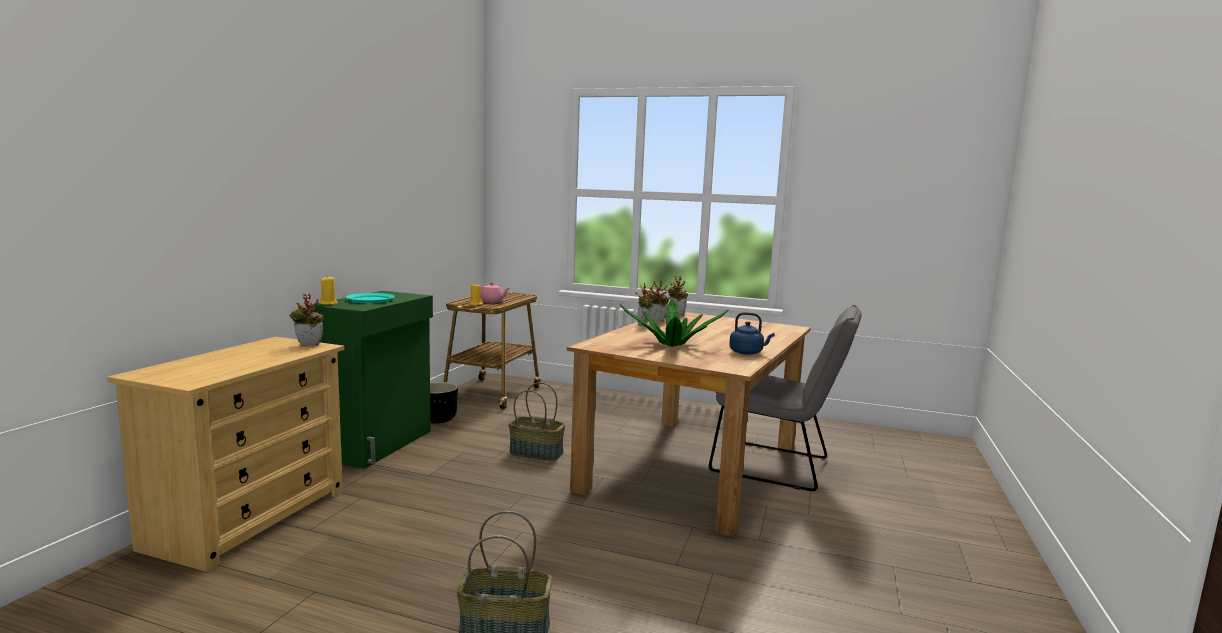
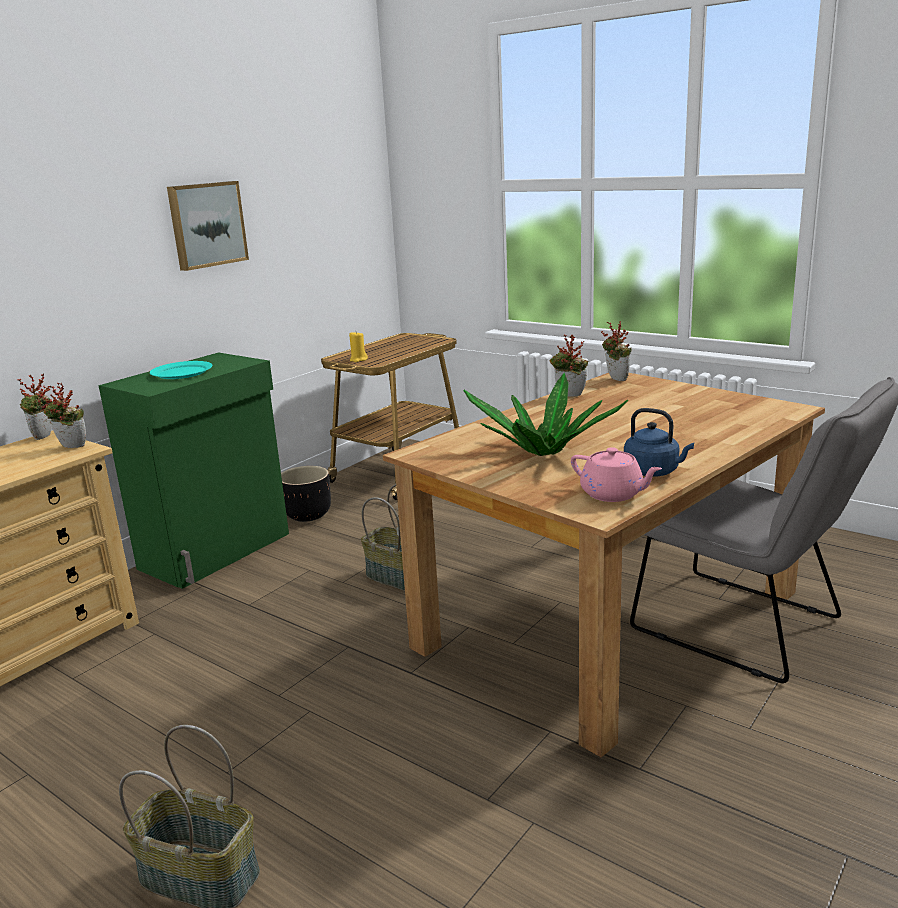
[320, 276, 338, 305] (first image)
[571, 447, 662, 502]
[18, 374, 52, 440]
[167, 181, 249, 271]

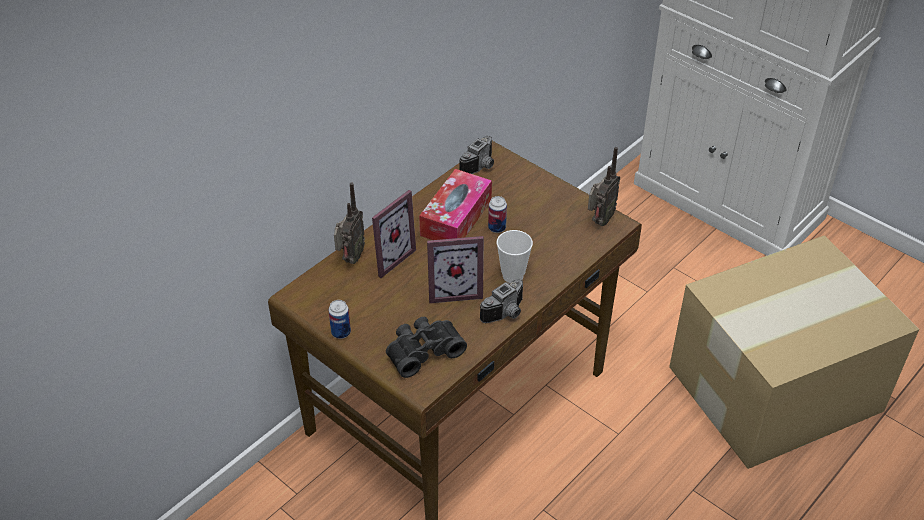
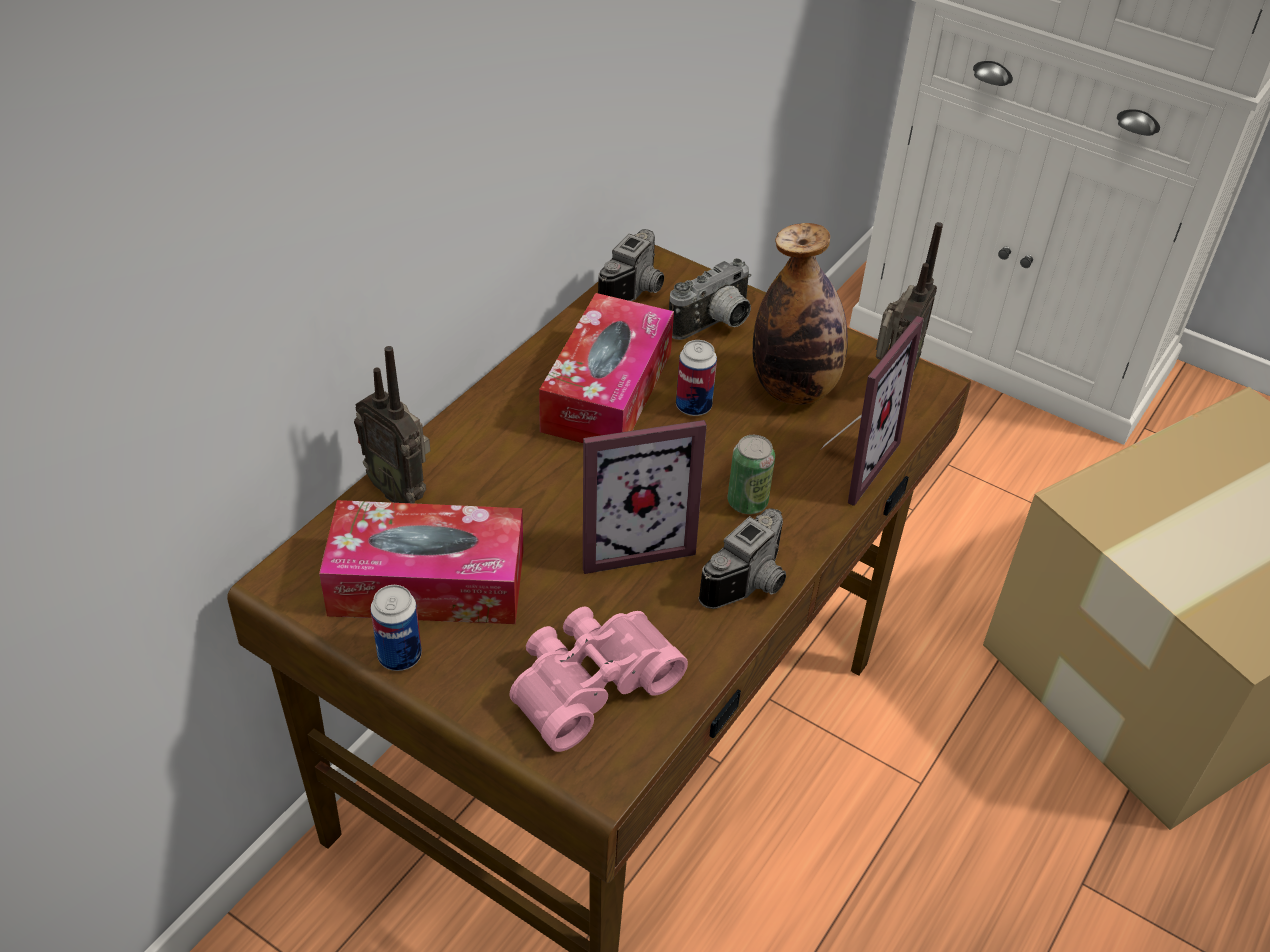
[354, 346, 430, 504]
[821, 316, 924, 506]
[728, 435, 775, 514]
[509, 606, 688, 752]
[753, 223, 848, 405]
[669, 258, 751, 340]
[319, 500, 523, 624]

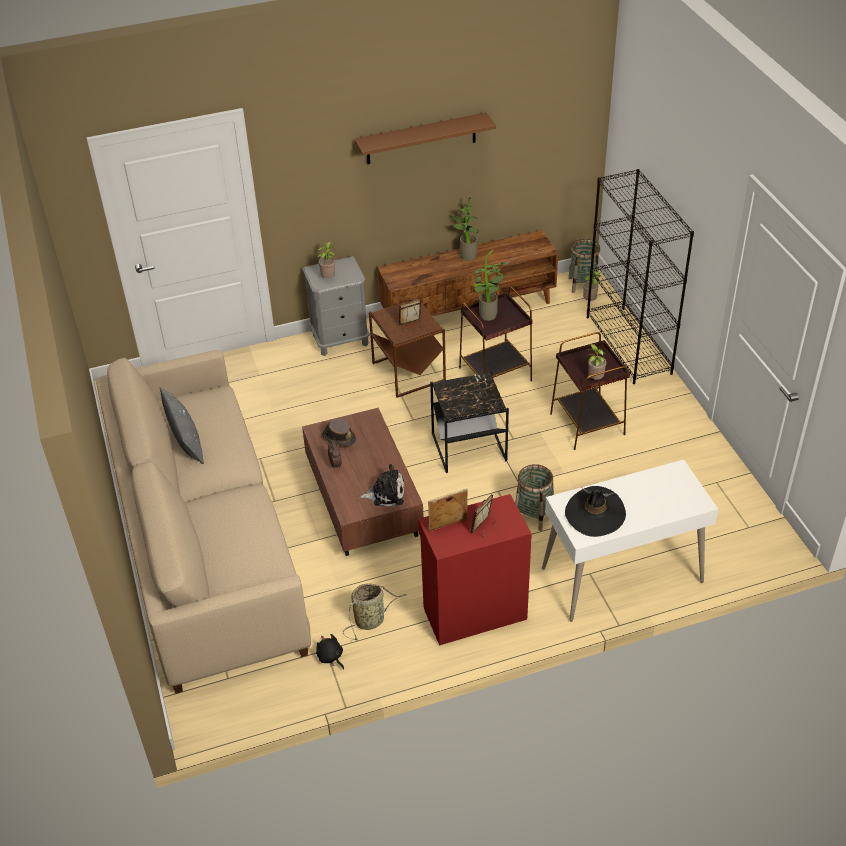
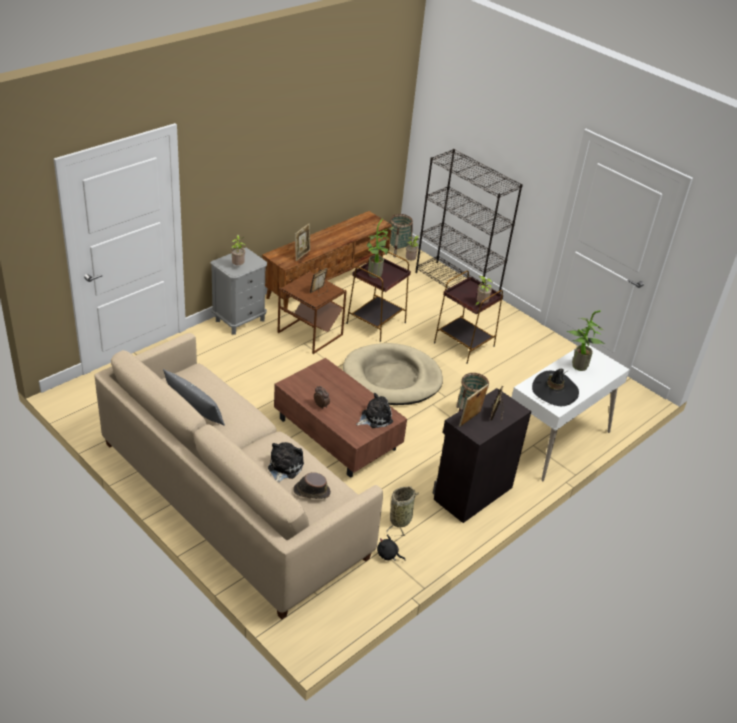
[354, 112, 496, 164] (first image)
[567, 310, 605, 371]
[343, 343, 443, 405]
[293, 472, 331, 499]
[433, 388, 531, 523]
[295, 224, 310, 261]
[268, 442, 304, 483]

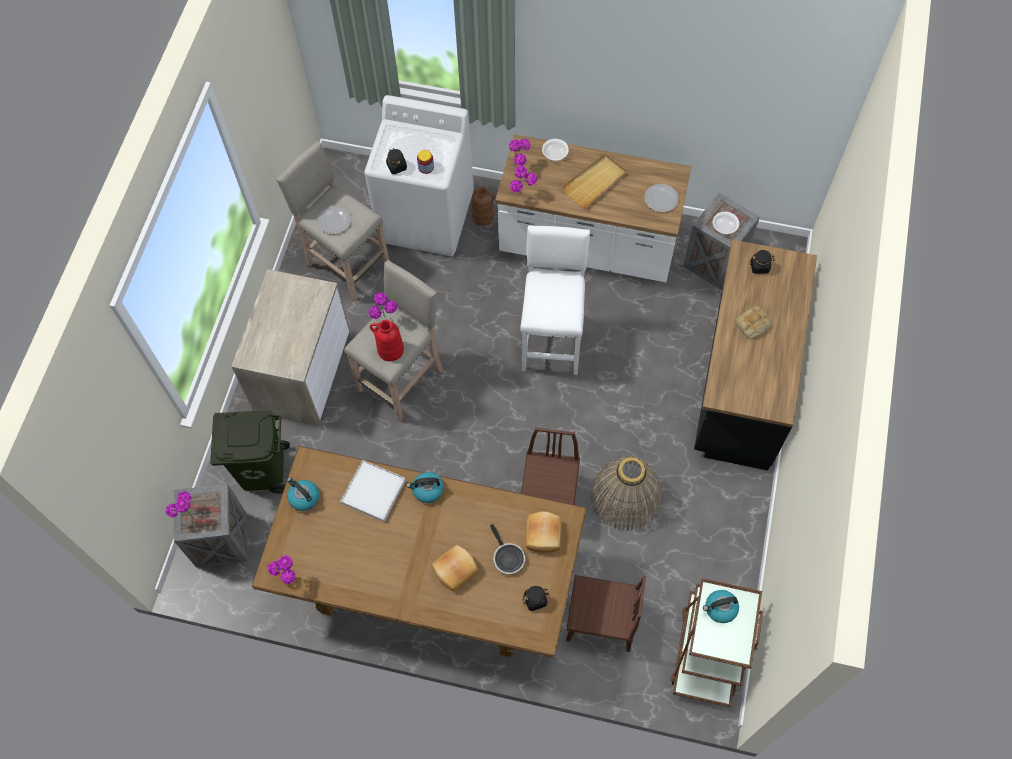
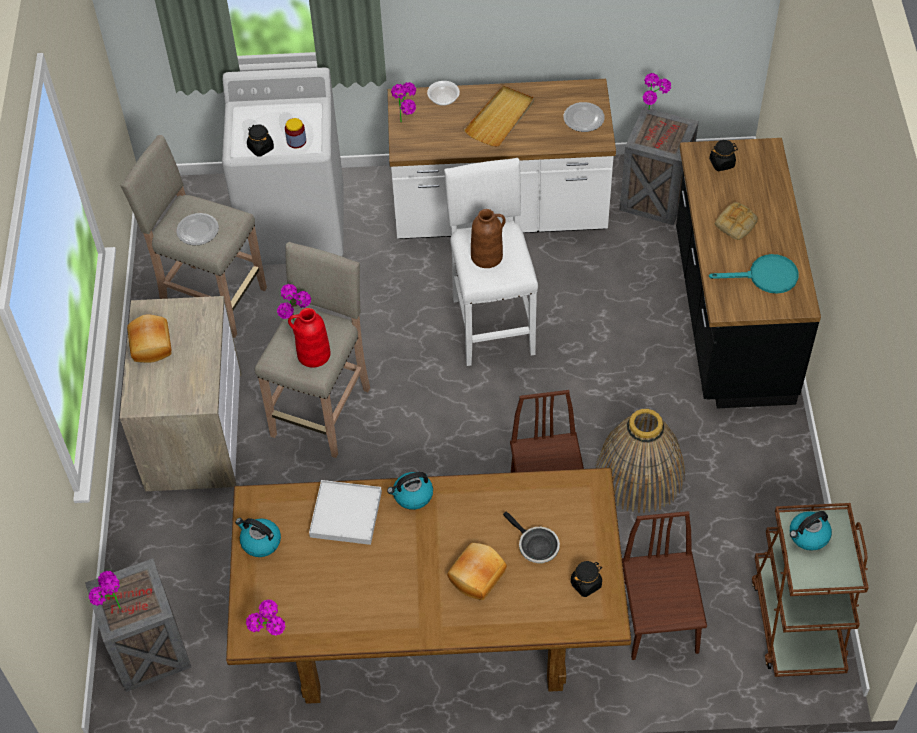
[642, 73, 671, 110]
[471, 209, 506, 268]
[713, 212, 739, 234] (first image)
[210, 410, 290, 494] (first image)
[127, 314, 171, 363]
[622, 511, 707, 660]
[709, 254, 798, 294]

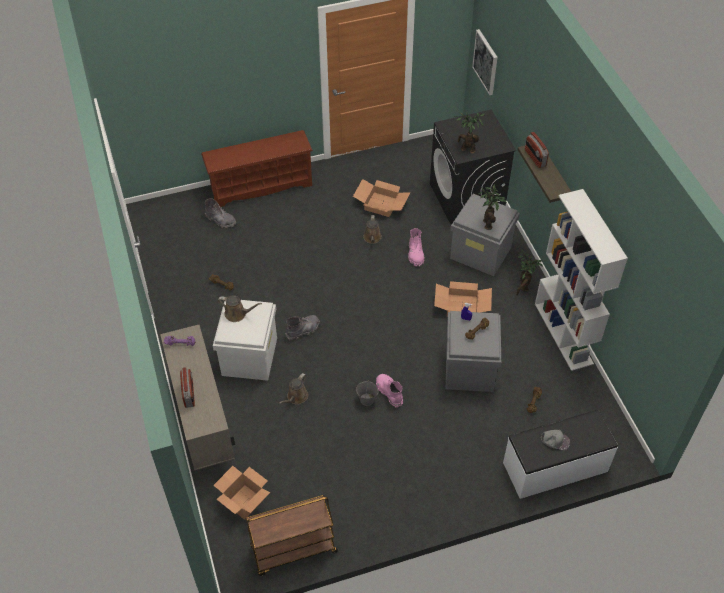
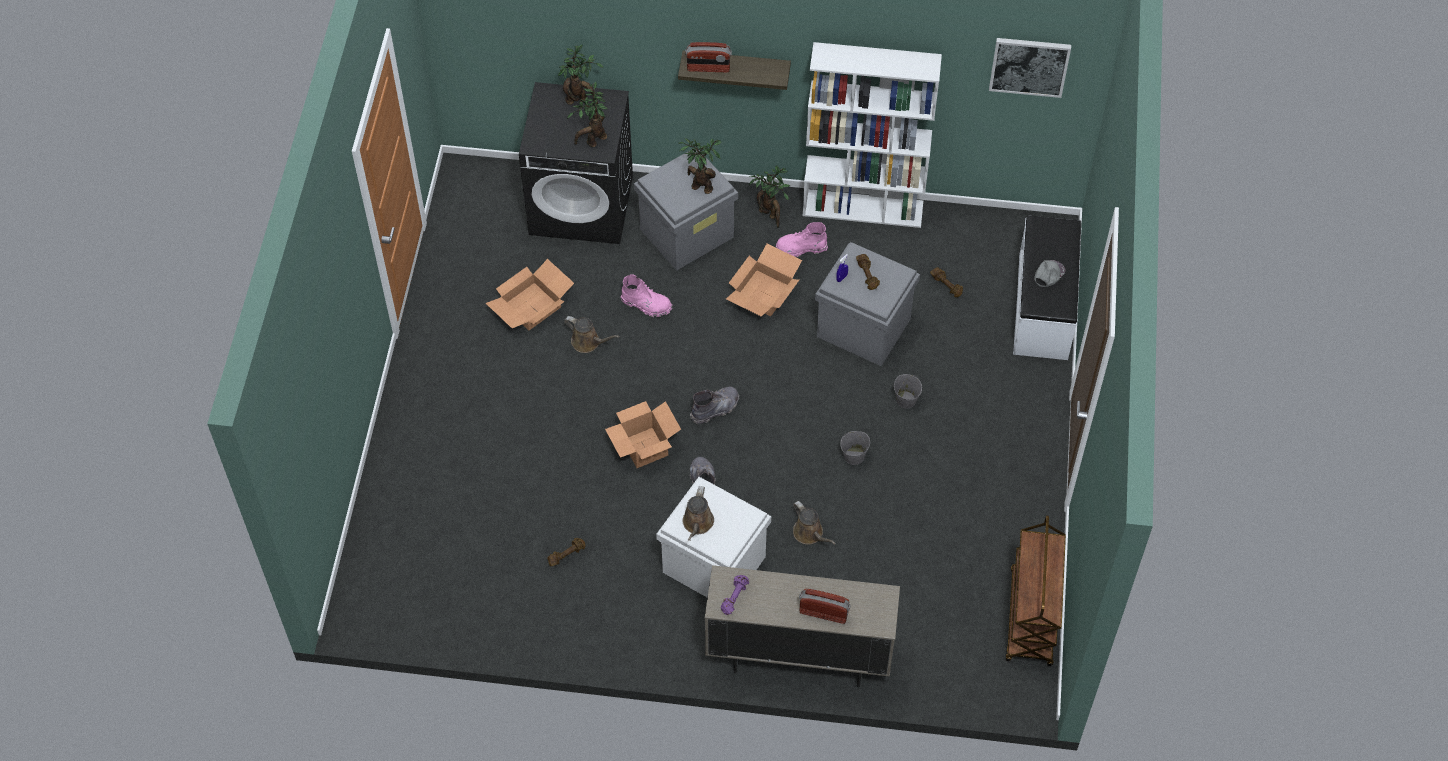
[989, 38, 1071, 98]
[201, 130, 313, 207] (first image)
[690, 387, 739, 424]
[683, 486, 714, 541]
[776, 222, 828, 257]
[605, 401, 681, 468]
[558, 45, 604, 105]
[894, 374, 922, 408]

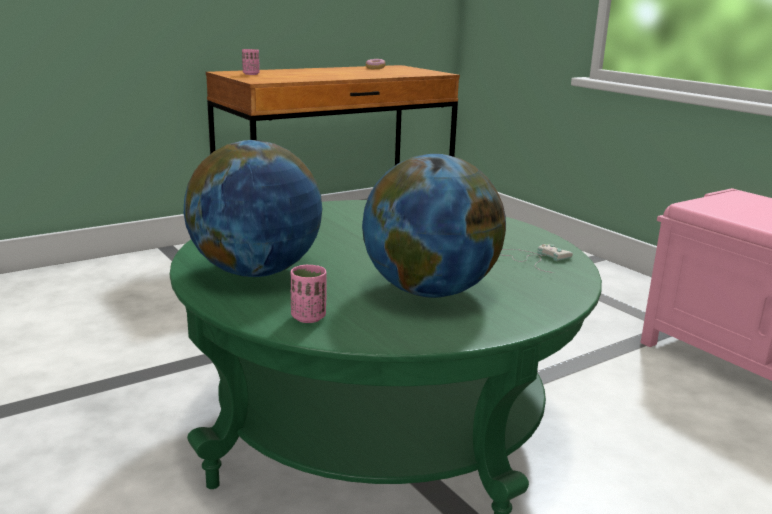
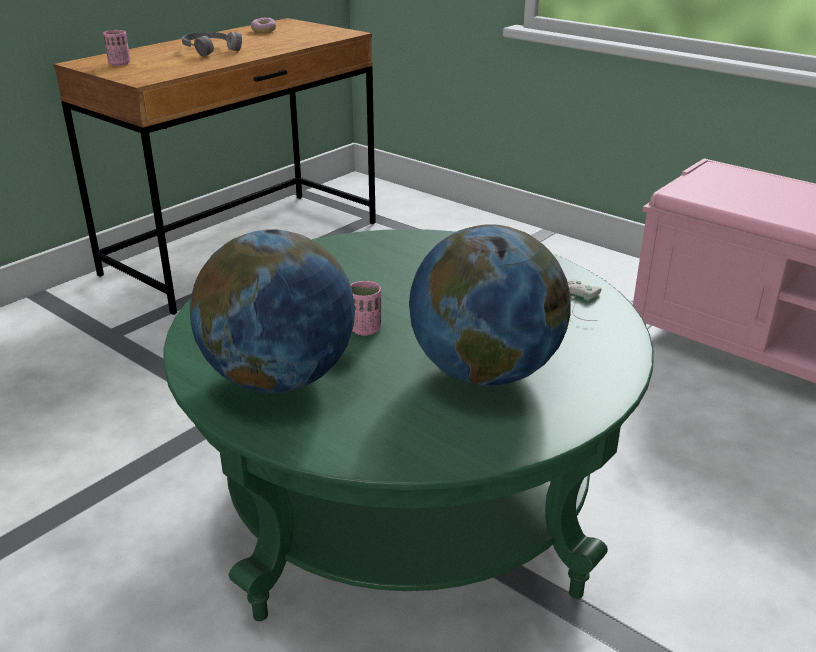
[350, 281, 381, 336]
[182, 32, 242, 57]

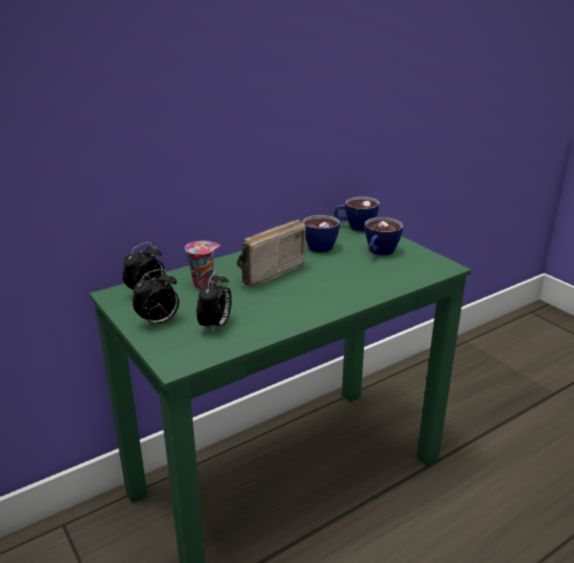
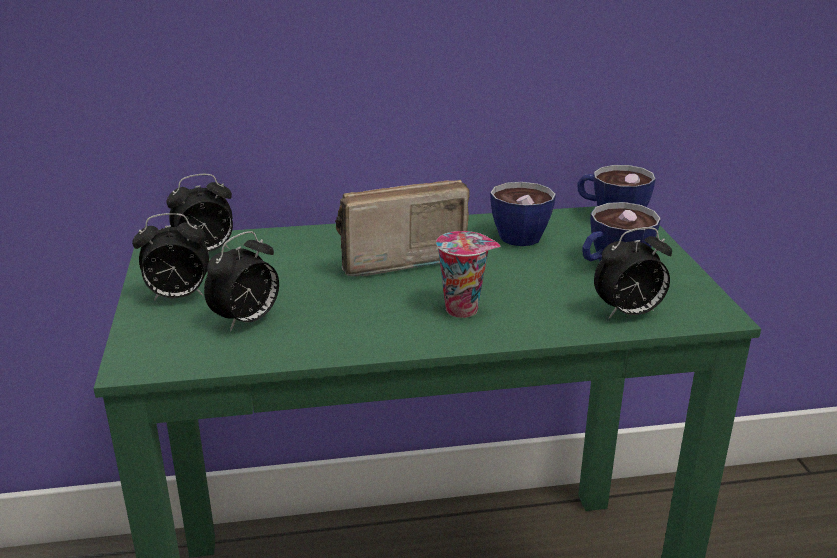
[436, 231, 500, 318]
[594, 227, 672, 319]

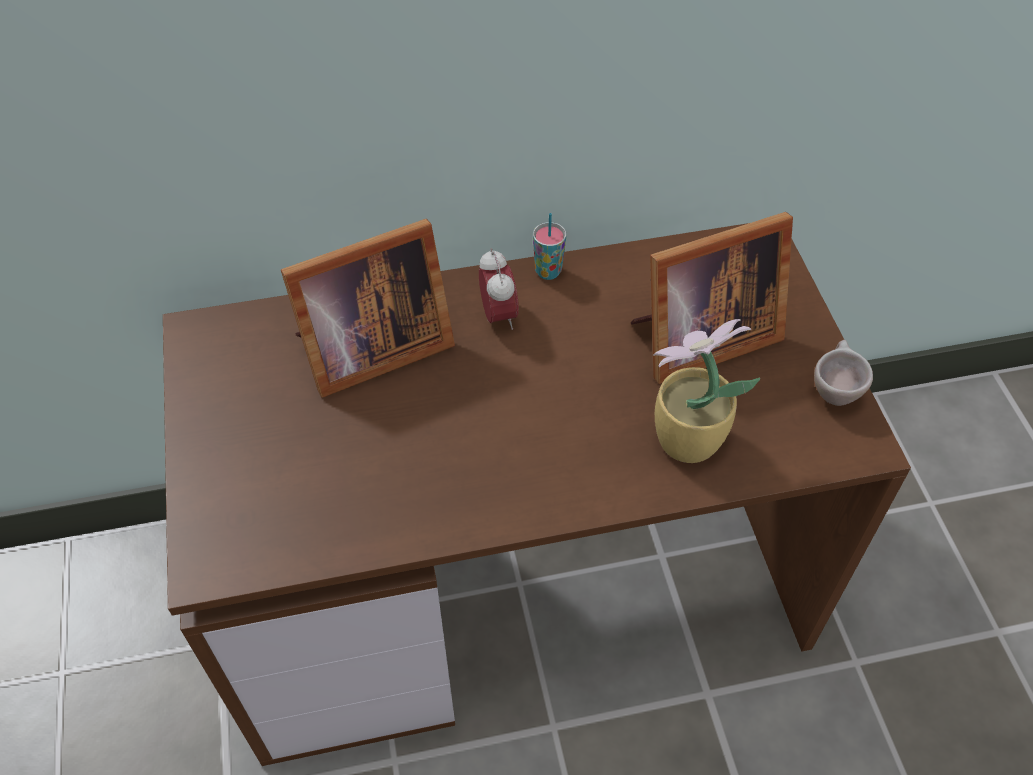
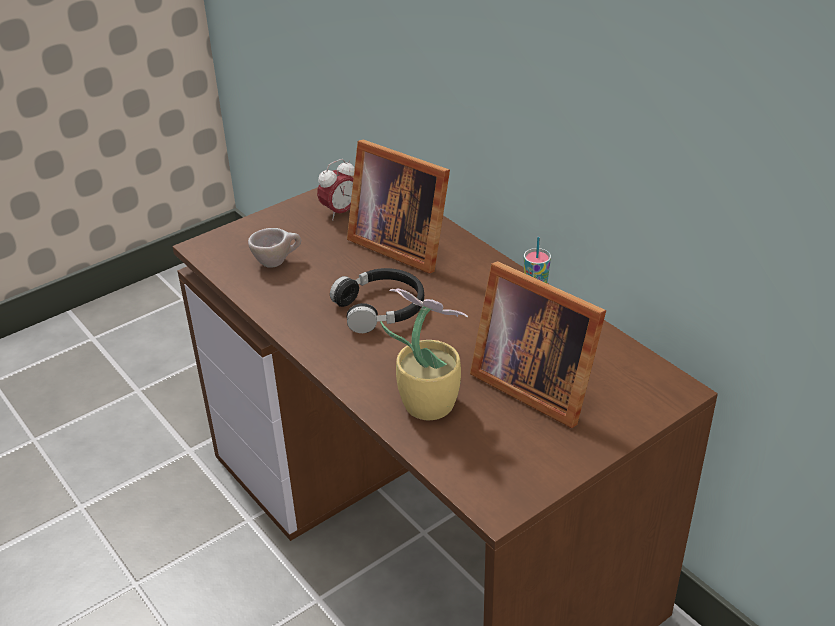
[317, 159, 355, 221]
[248, 228, 301, 268]
[330, 268, 424, 333]

